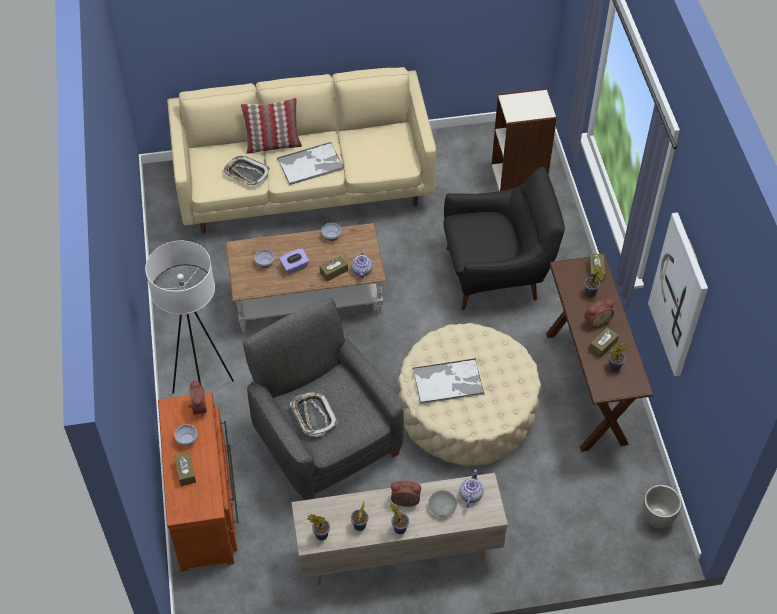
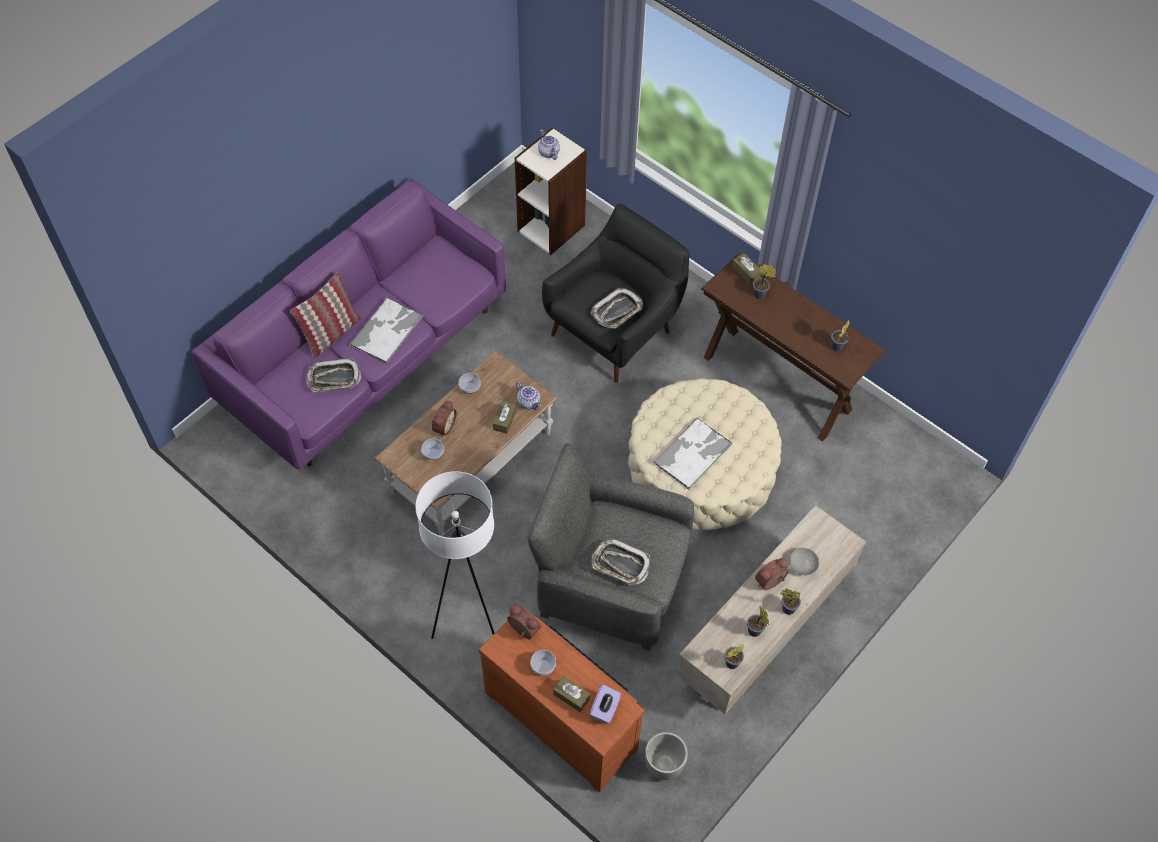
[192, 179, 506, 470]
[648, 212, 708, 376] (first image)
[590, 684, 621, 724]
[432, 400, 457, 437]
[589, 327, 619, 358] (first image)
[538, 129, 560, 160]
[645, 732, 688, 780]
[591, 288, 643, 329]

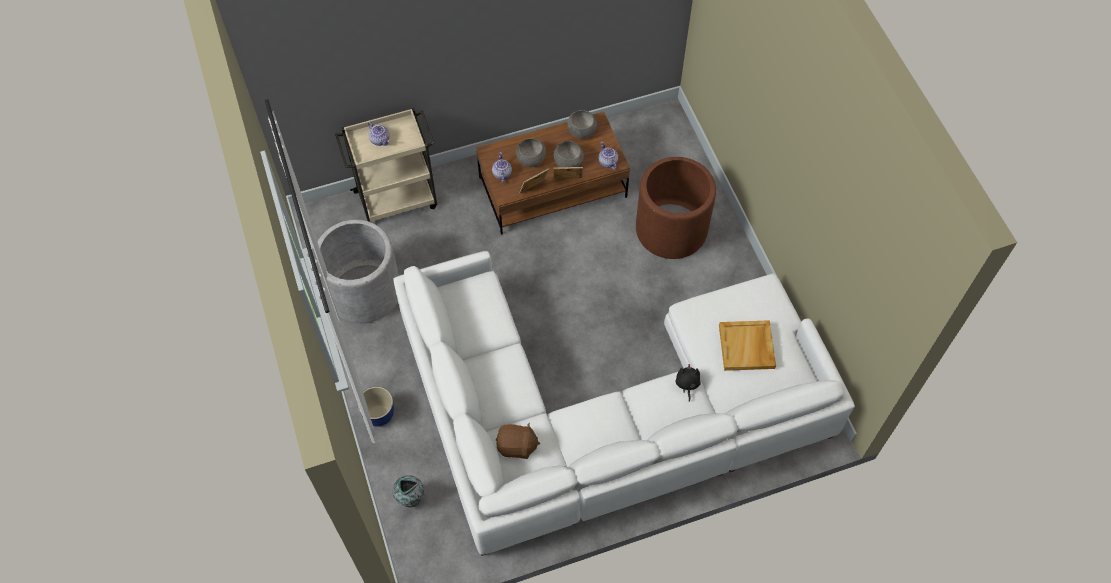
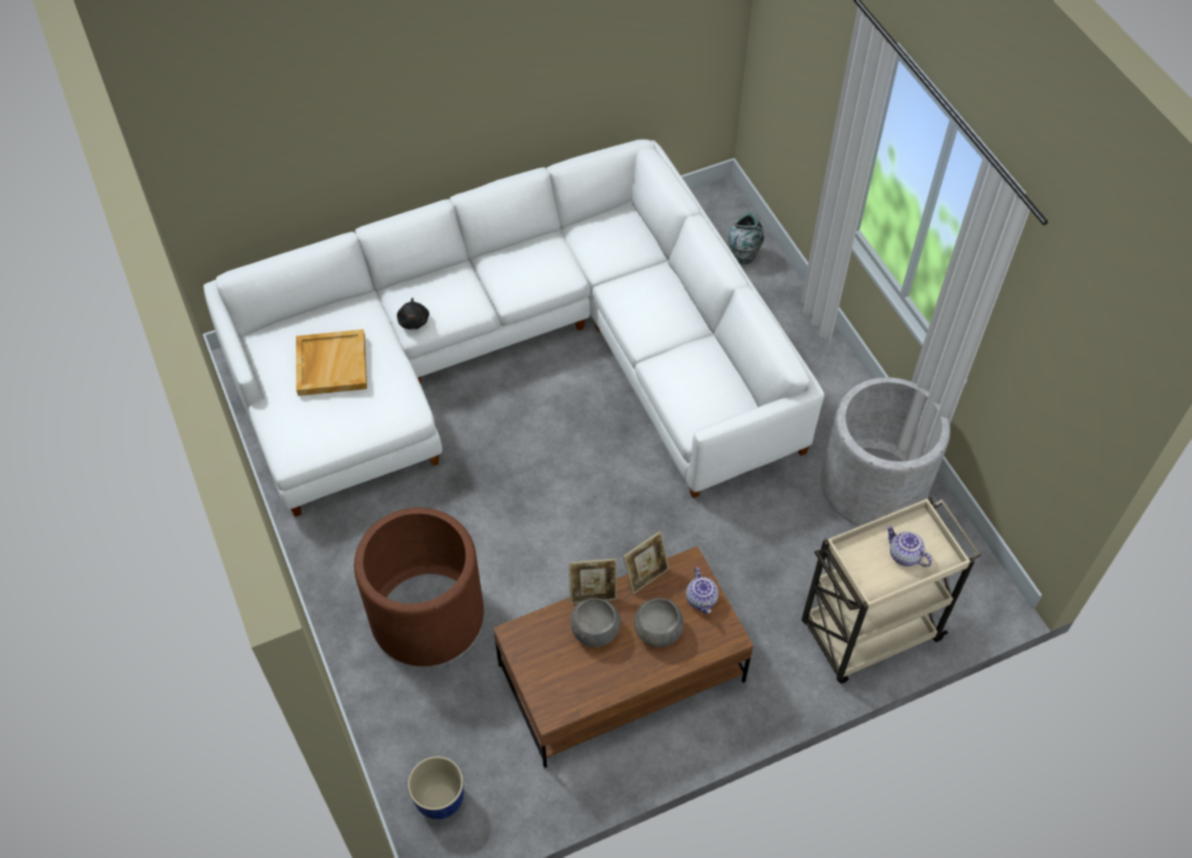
[567, 110, 597, 138] (first image)
[599, 142, 618, 170] (first image)
[408, 756, 464, 819]
[496, 422, 540, 459] (first image)

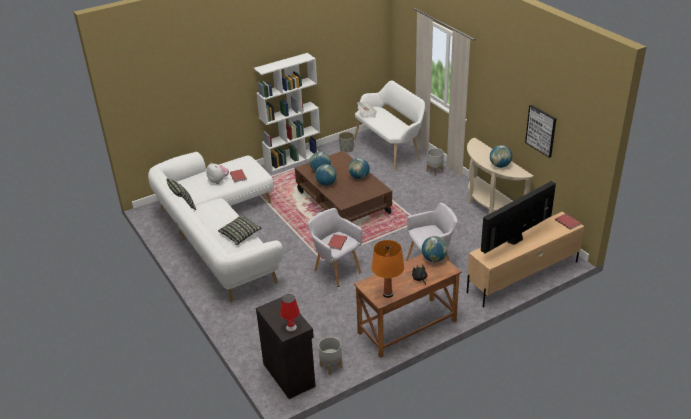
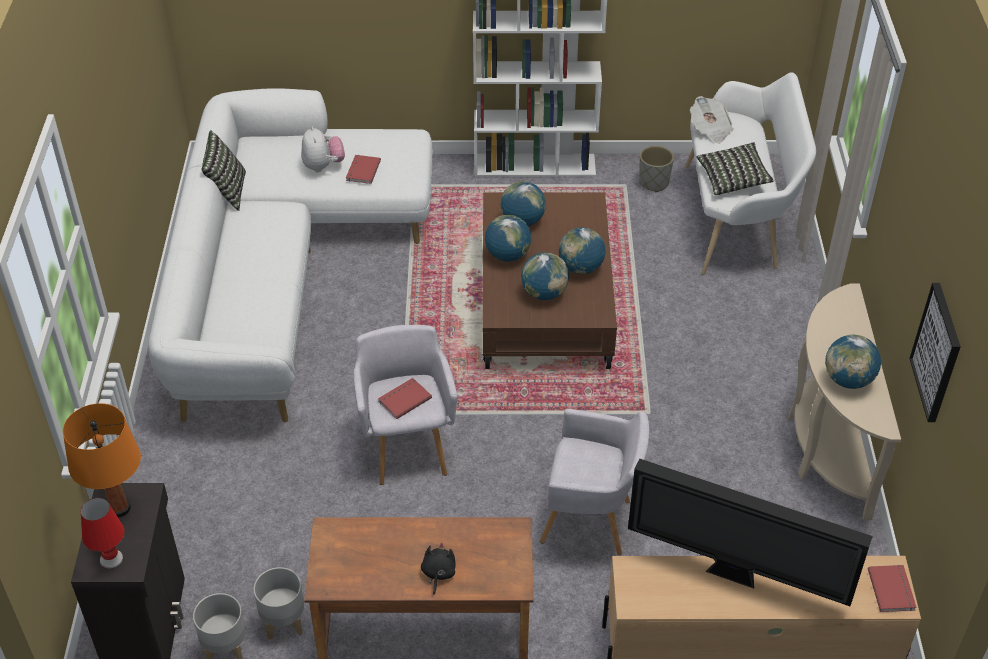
[254, 567, 304, 640]
[628, 458, 873, 606]
[696, 142, 774, 195]
[521, 252, 569, 300]
[63, 403, 141, 518]

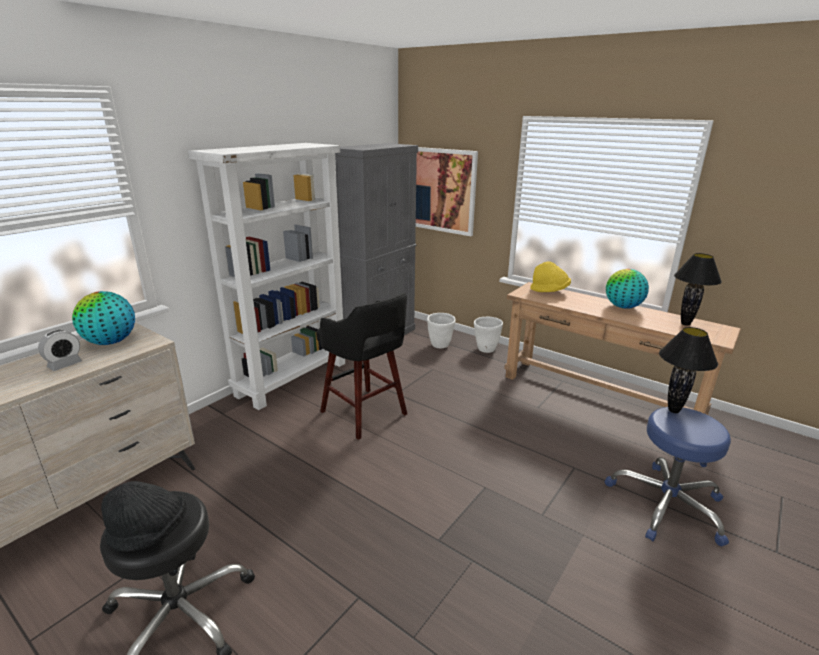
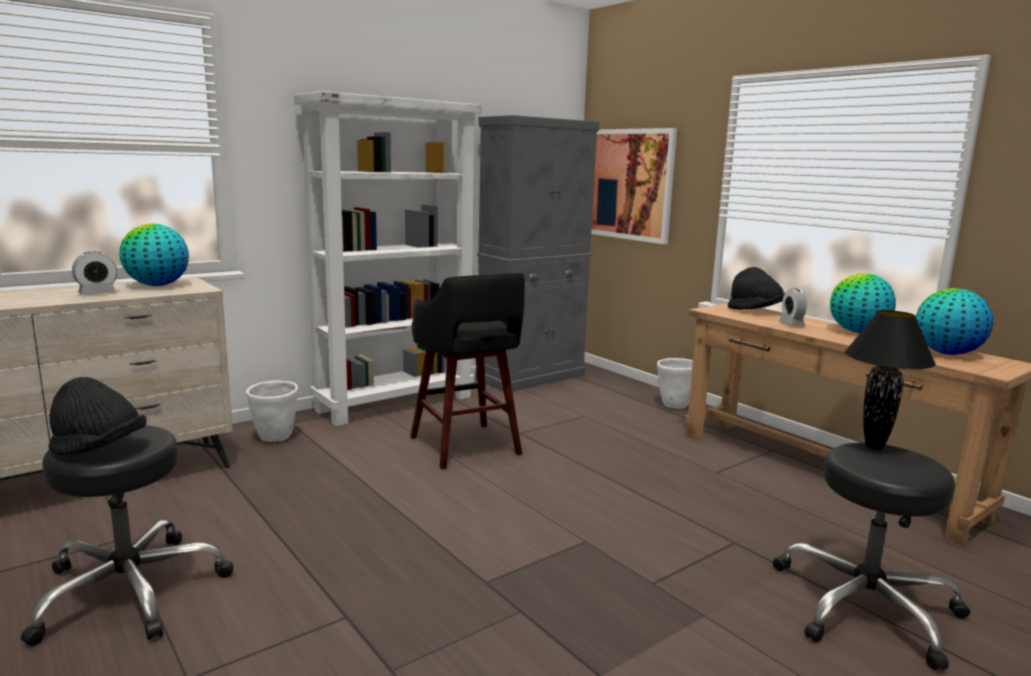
[916, 288, 993, 355]
[728, 267, 785, 310]
[246, 381, 298, 442]
[773, 443, 970, 670]
[779, 288, 807, 326]

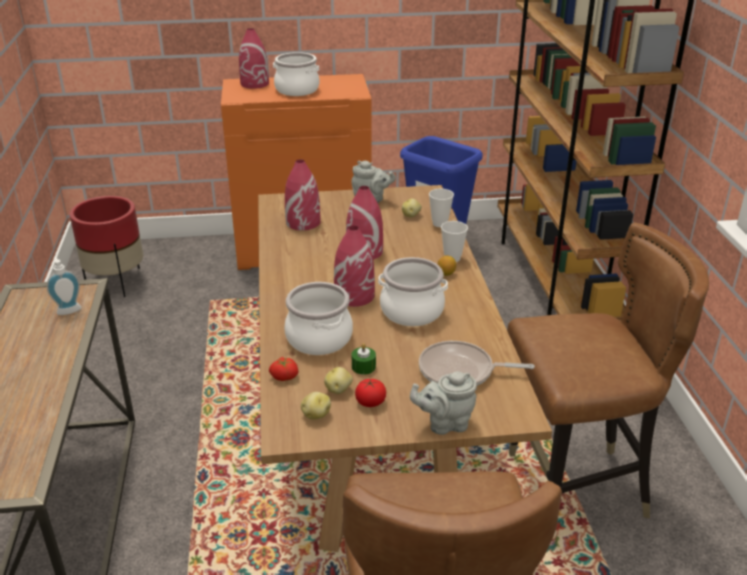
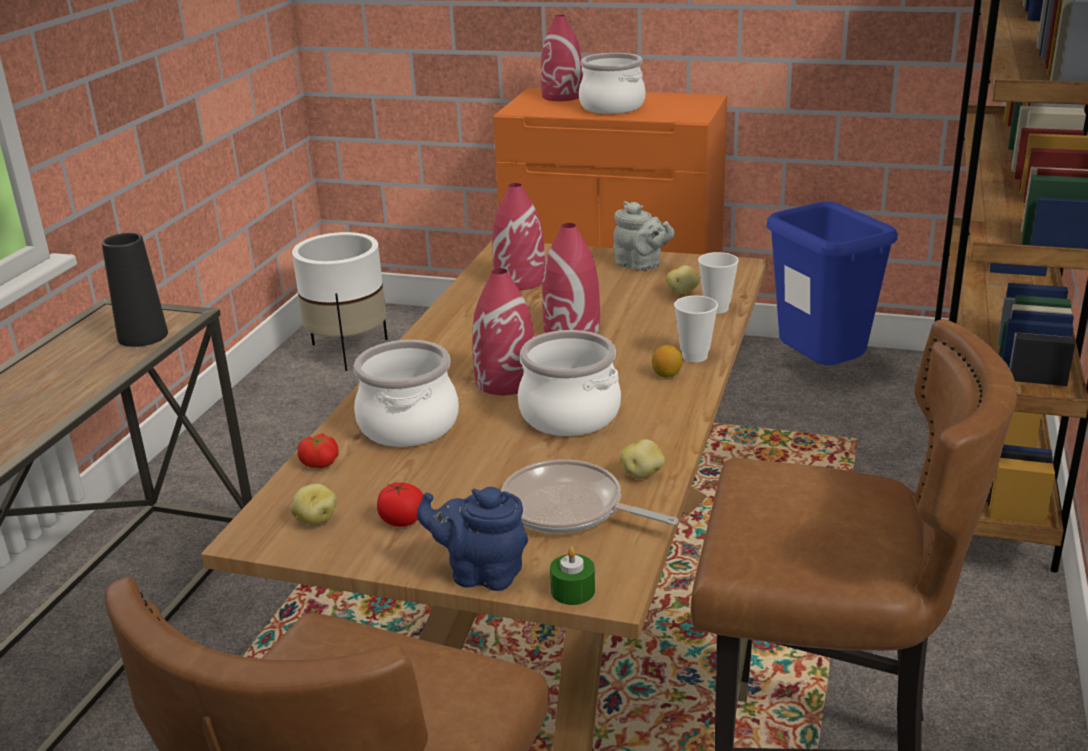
[292, 232, 388, 371]
[102, 233, 168, 347]
[550, 547, 595, 605]
[620, 439, 665, 479]
[417, 487, 528, 591]

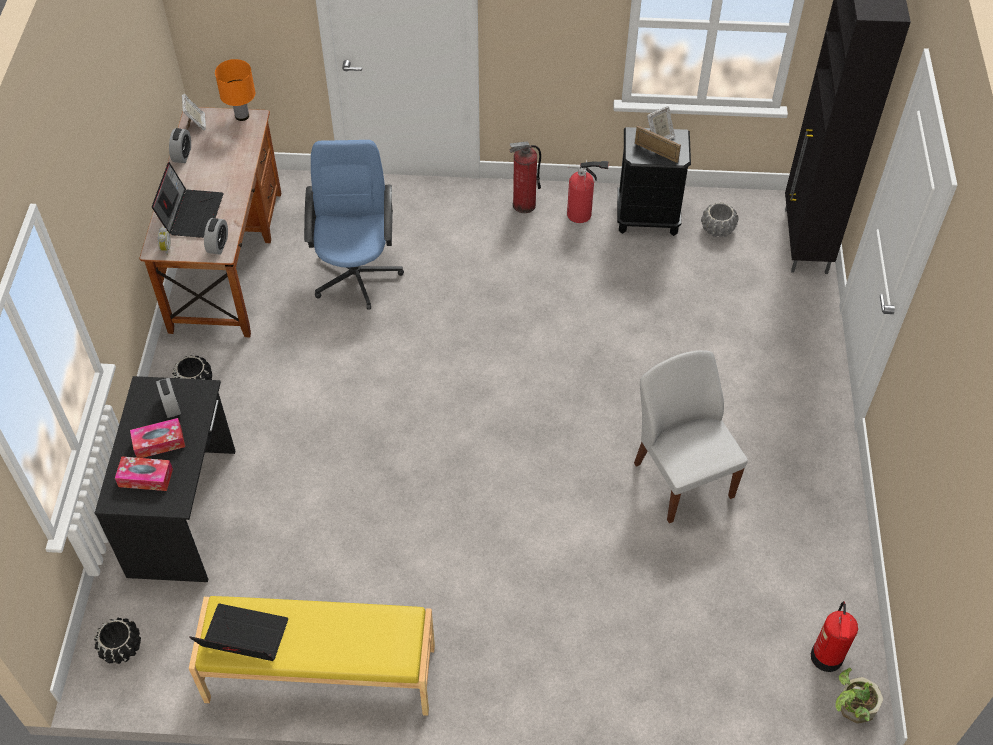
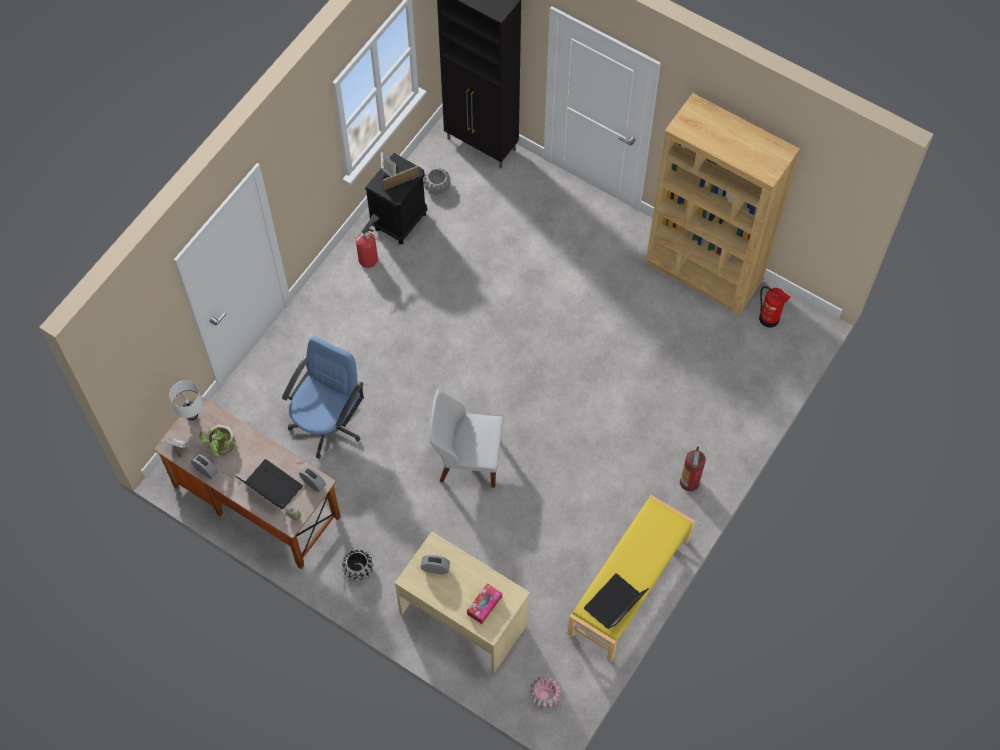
[169, 380, 203, 420]
[282, 336, 364, 459]
[680, 446, 706, 491]
[430, 389, 503, 488]
[395, 532, 530, 674]
[130, 418, 185, 458] (first image)
[529, 676, 561, 709]
[200, 424, 236, 456]
[646, 93, 800, 316]

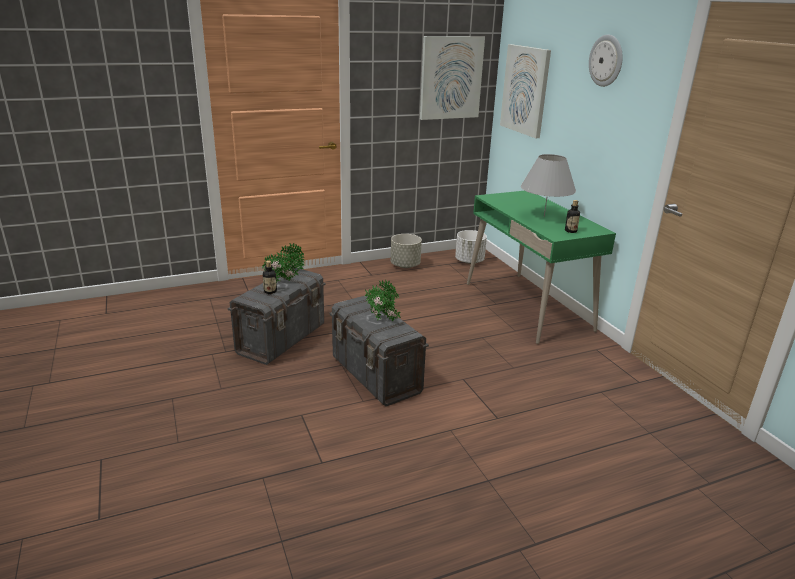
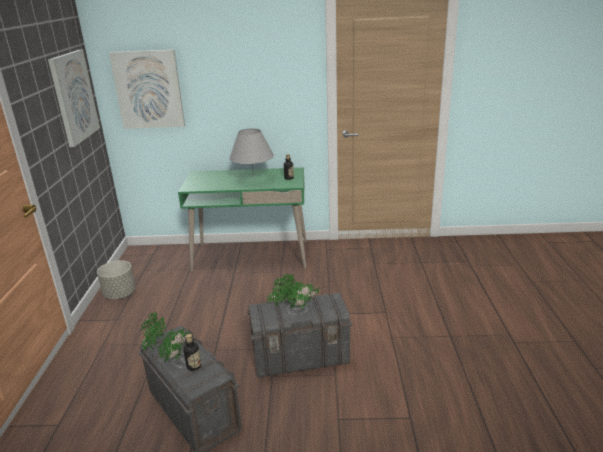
[589, 35, 623, 87] (first image)
[455, 230, 487, 264] (first image)

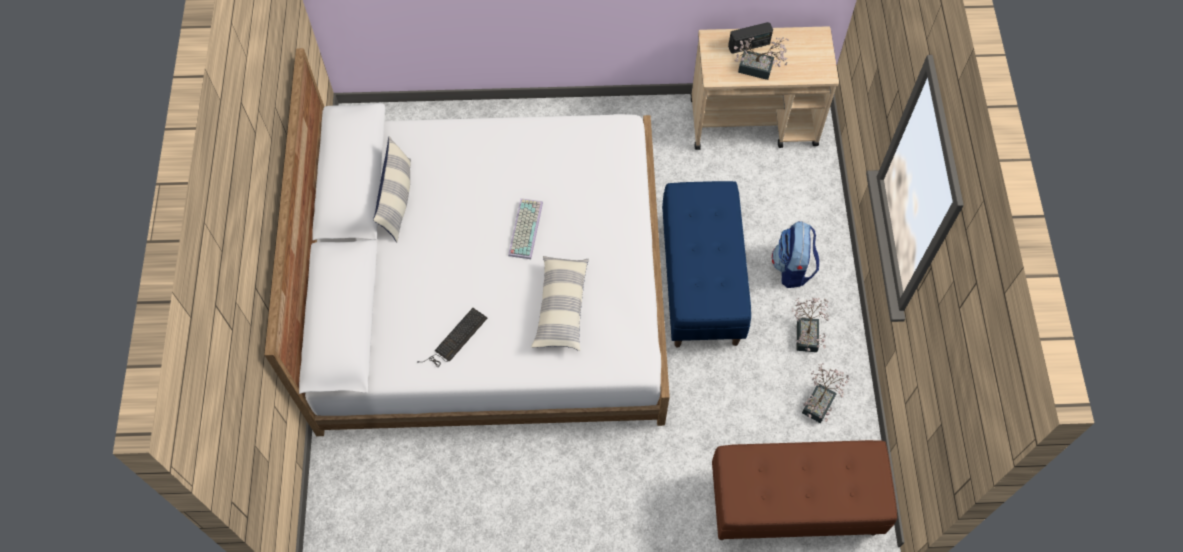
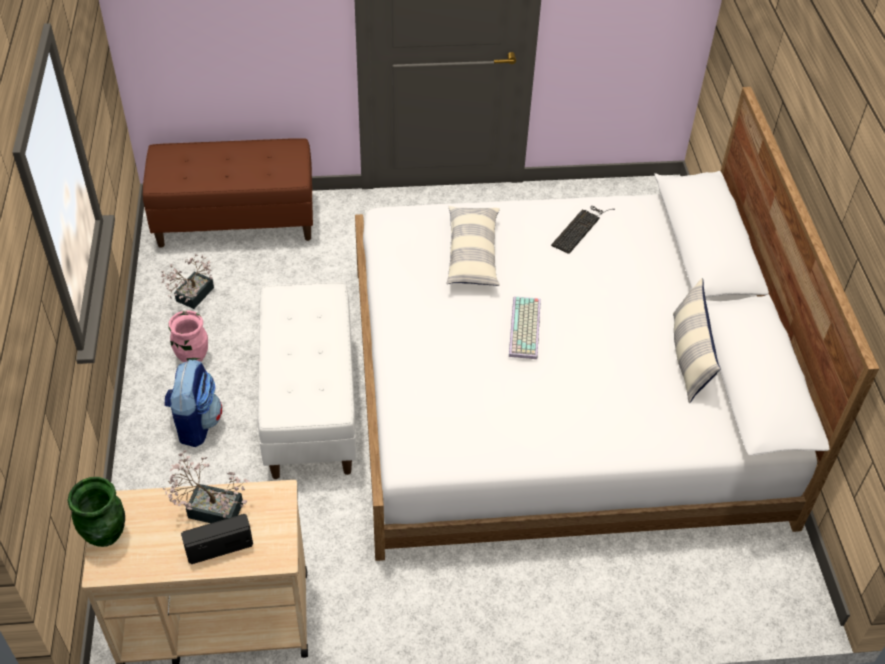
[258, 282, 357, 479]
[168, 310, 208, 363]
[67, 477, 125, 547]

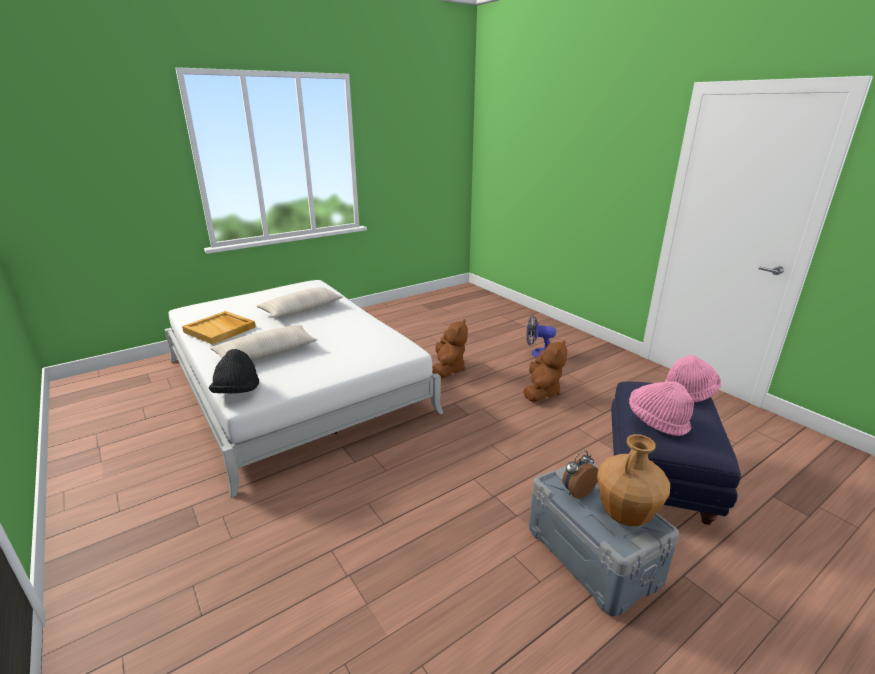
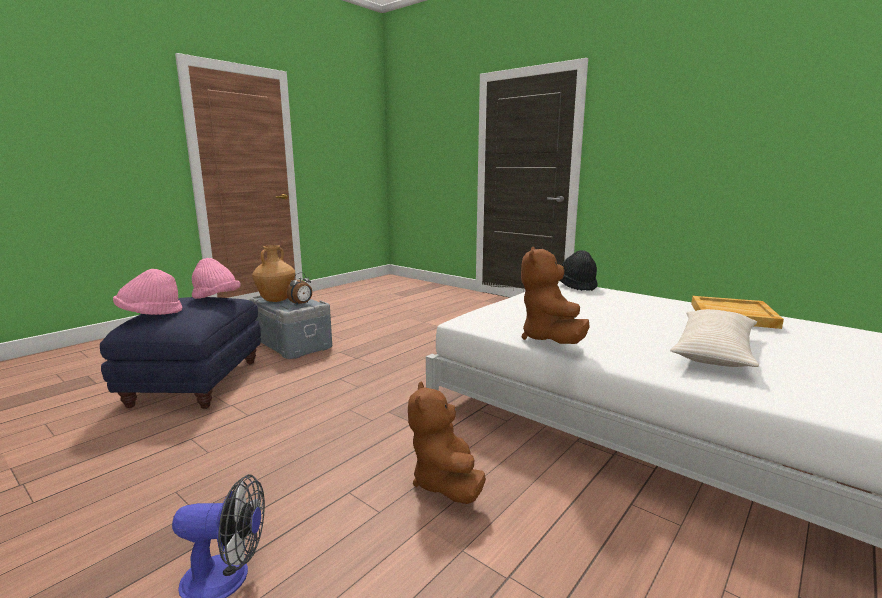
[210, 325, 317, 361] (first image)
[521, 247, 590, 344]

